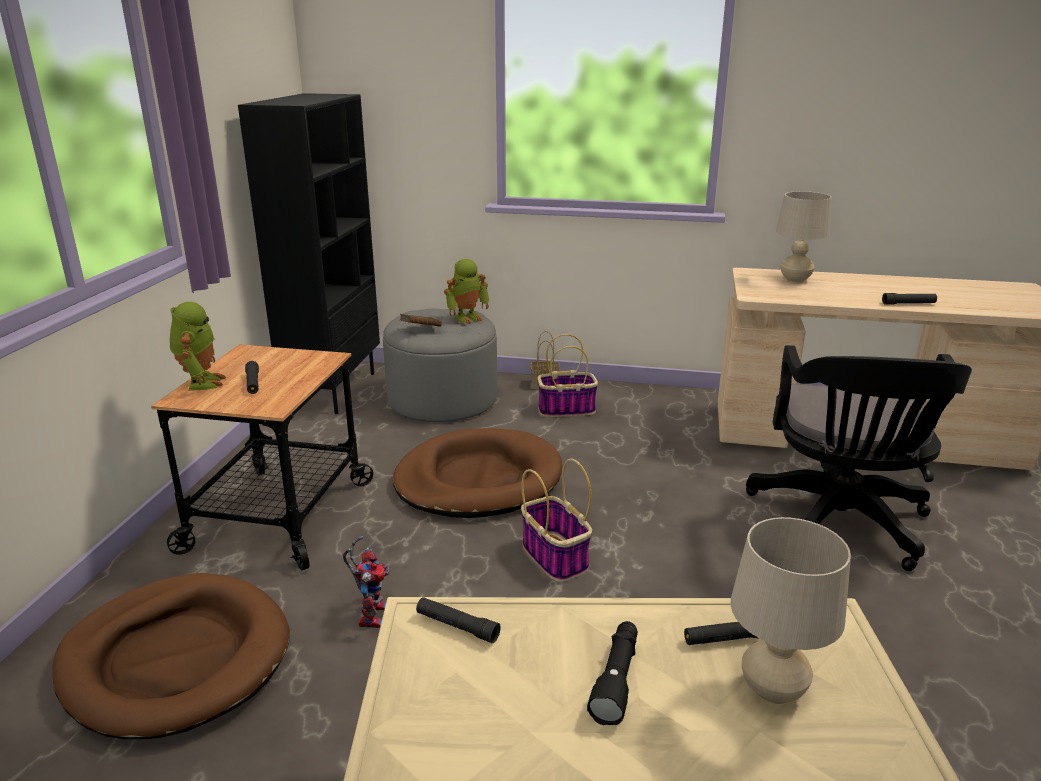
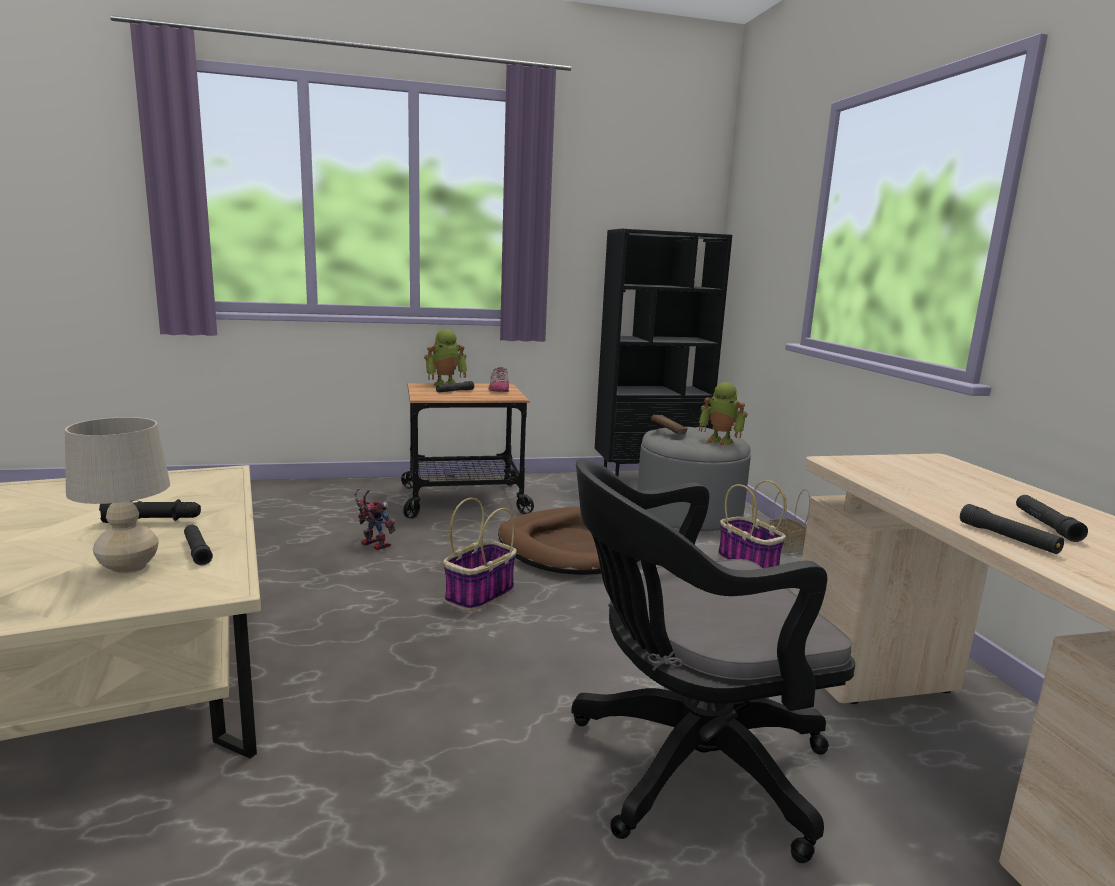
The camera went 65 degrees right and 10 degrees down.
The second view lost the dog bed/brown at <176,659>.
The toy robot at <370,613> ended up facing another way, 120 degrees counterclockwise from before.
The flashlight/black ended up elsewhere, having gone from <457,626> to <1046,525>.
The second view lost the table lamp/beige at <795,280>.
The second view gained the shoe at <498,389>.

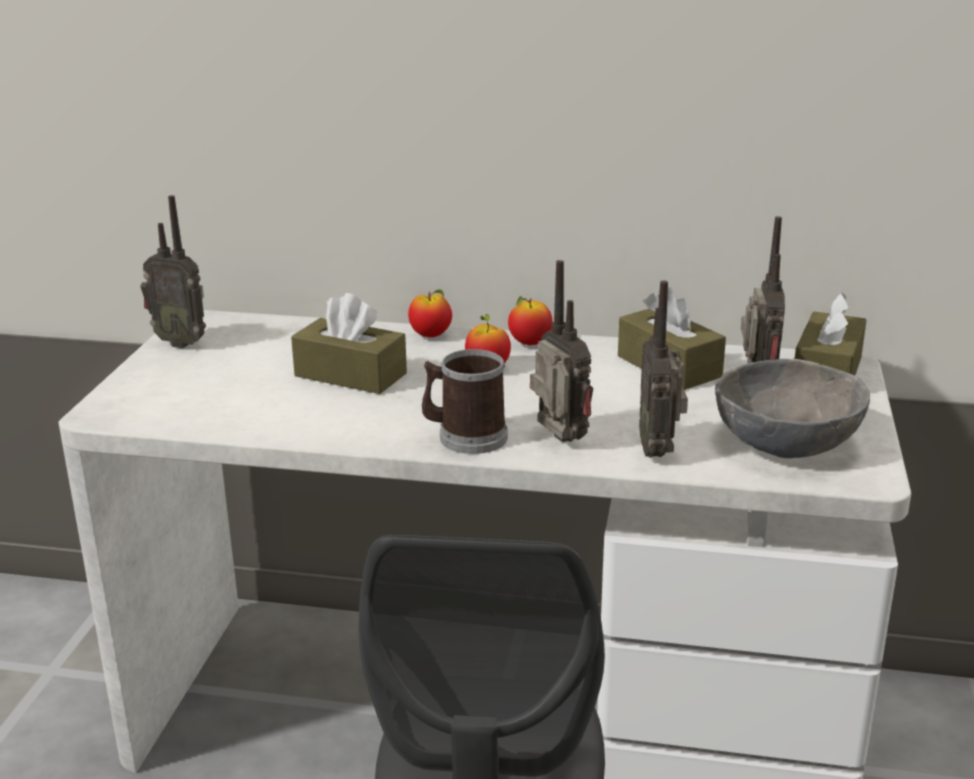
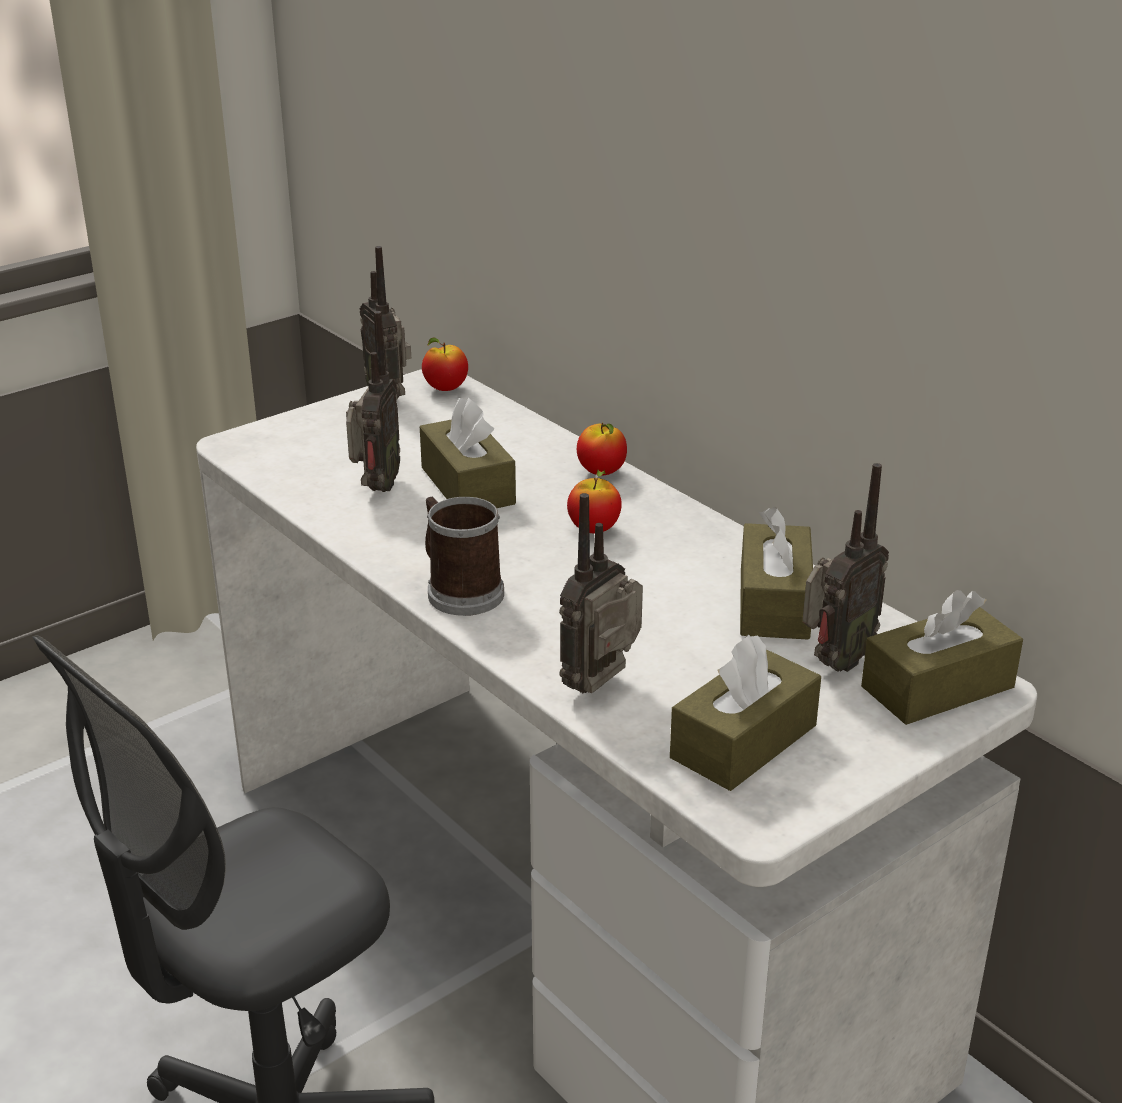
The camera went 40 degrees right and 5 degrees up.
The apple ended up elsewhere, having gone from <530,343> to <445,389>.
The radio ended up elsewhere, having gone from <558,441> to <375,488>.
Where the bowl/grey stood at <787,442>, the tissue box/brown came to stand at <743,742>.

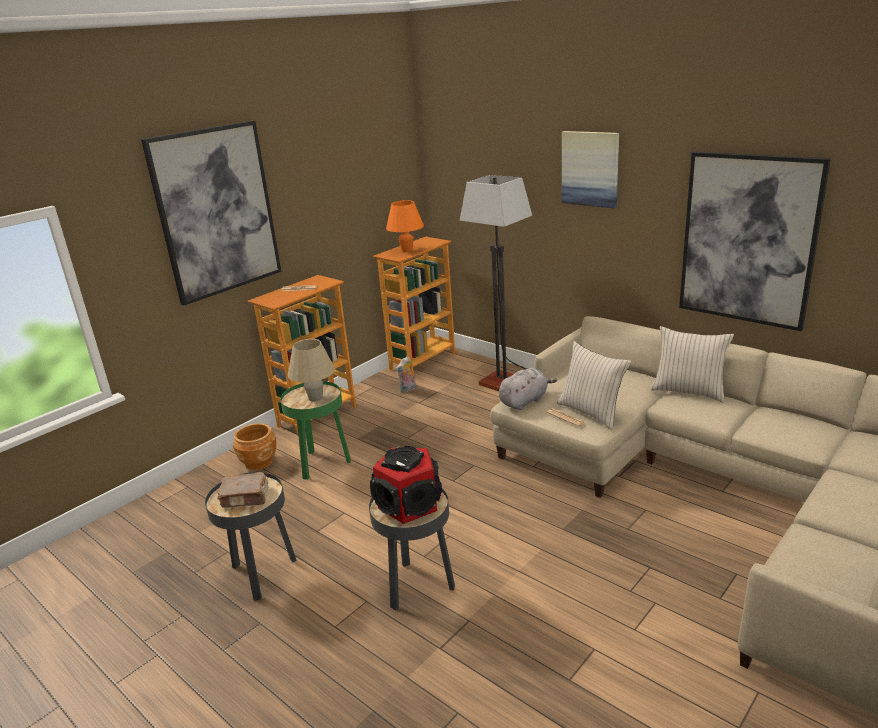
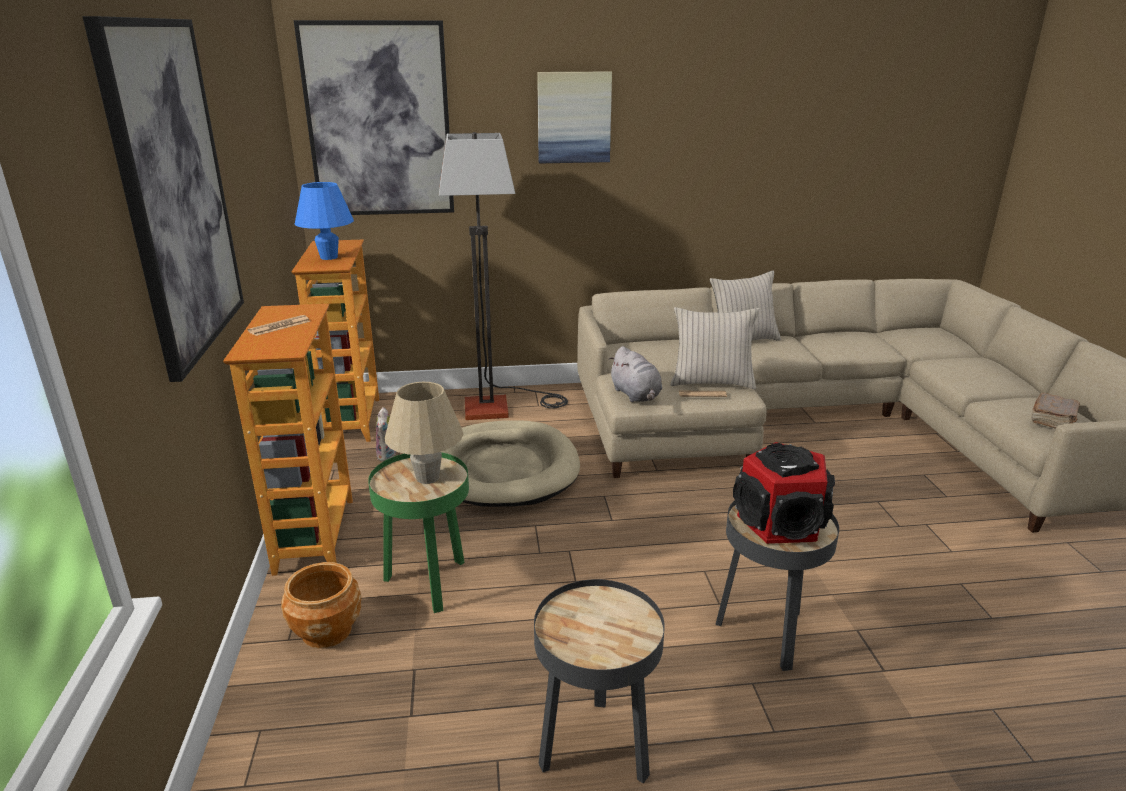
The camera went 50 degrees left and 0 degrees up.
The book/brown ended up elsewhere, having gone from <246,498> to <1053,420>.
What was the table lamp/orange at <407,250> turned into the table lamp/blue at <329,257>.
The plush toy/grey at <524,401> ended up facing another way, 150 degrees clockwise from before.
The picture ended up elsewhere, having gone from <748,239> to <379,121>.
The second view gained the dog bed/beige at <504,469>.

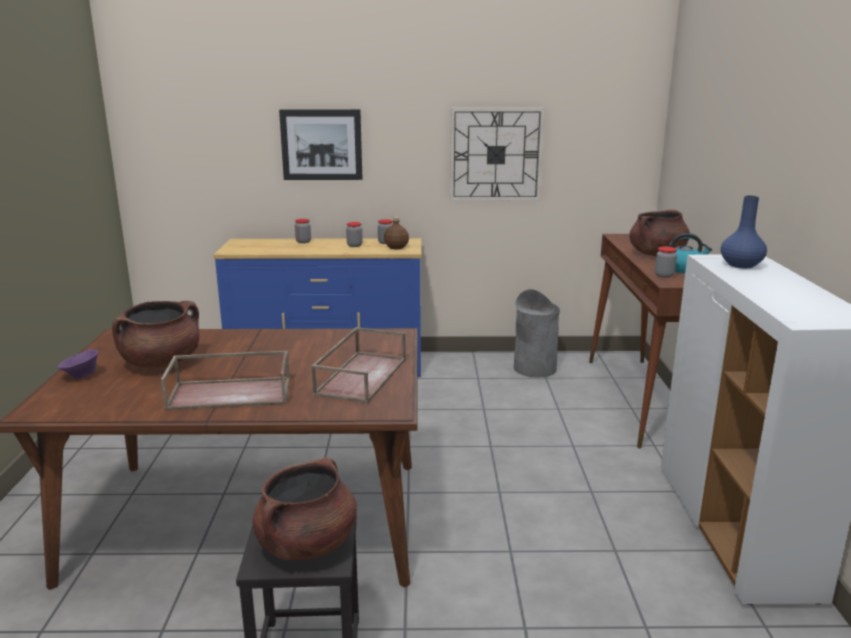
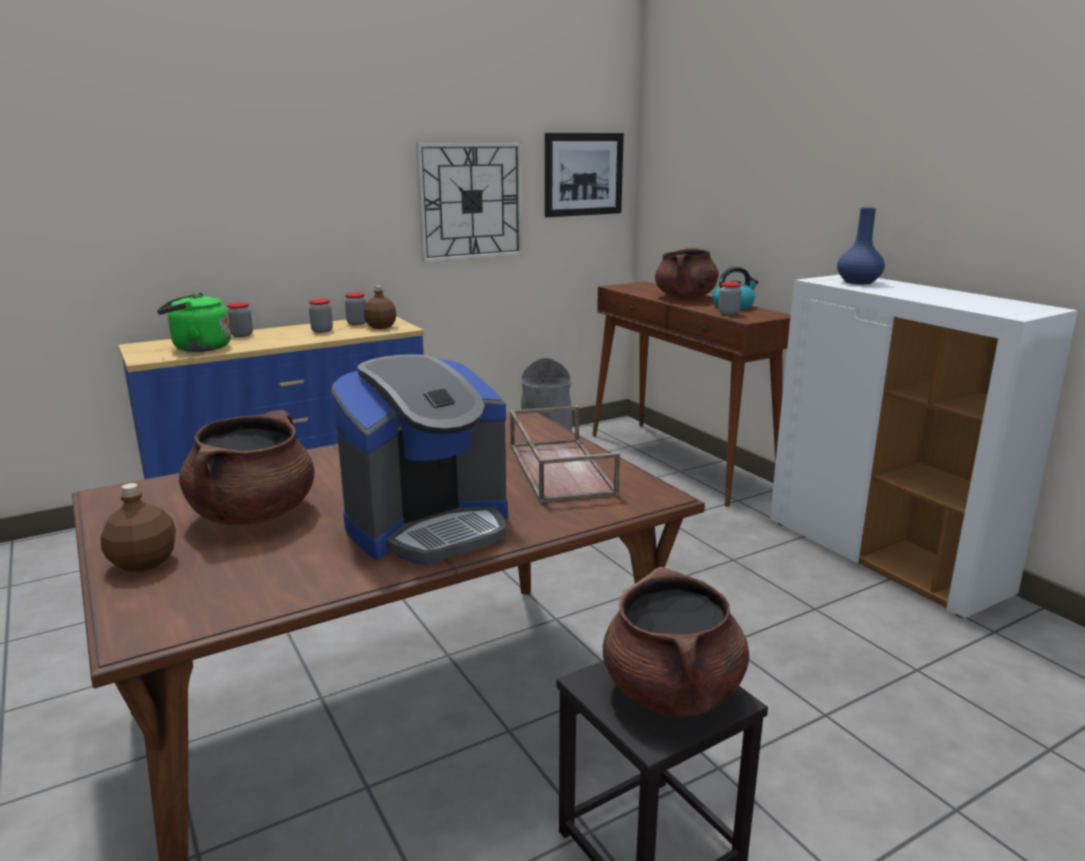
The camera went 30 degrees left and 0 degrees up.
Where the bowl/purple stood at <81,376>, the bottle/brown came to stand at <145,562>.
Where the tray/brown stood at <231,393>, the coffee machine came to stand at <429,526>.
The picture ended up elsewhere, having gone from <321,145> to <583,174>.
The second view gained the kettle/green at <198,348>.

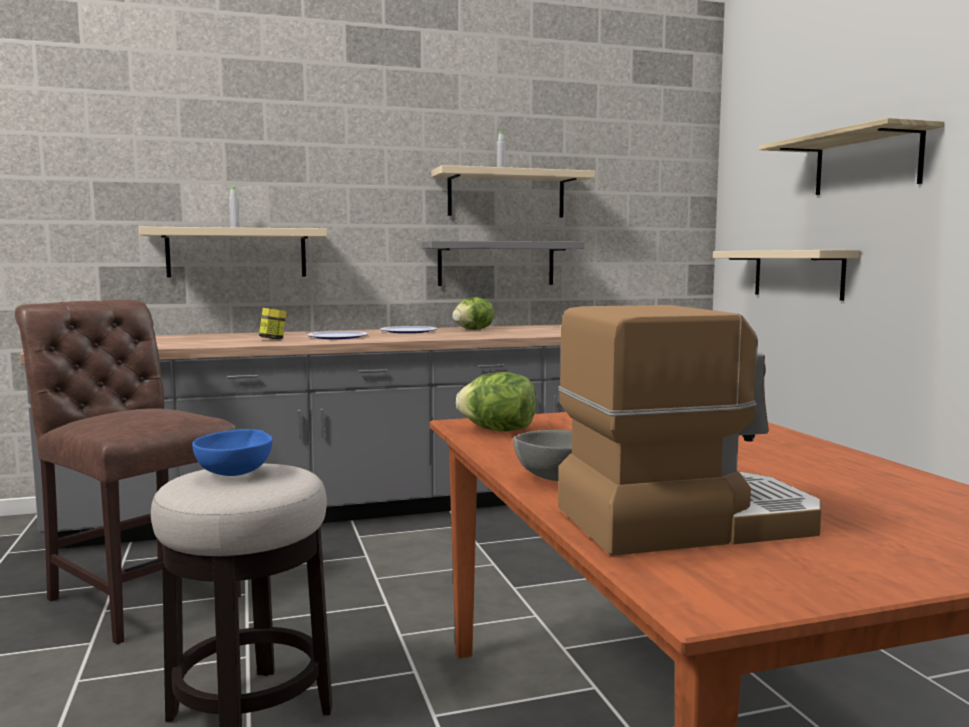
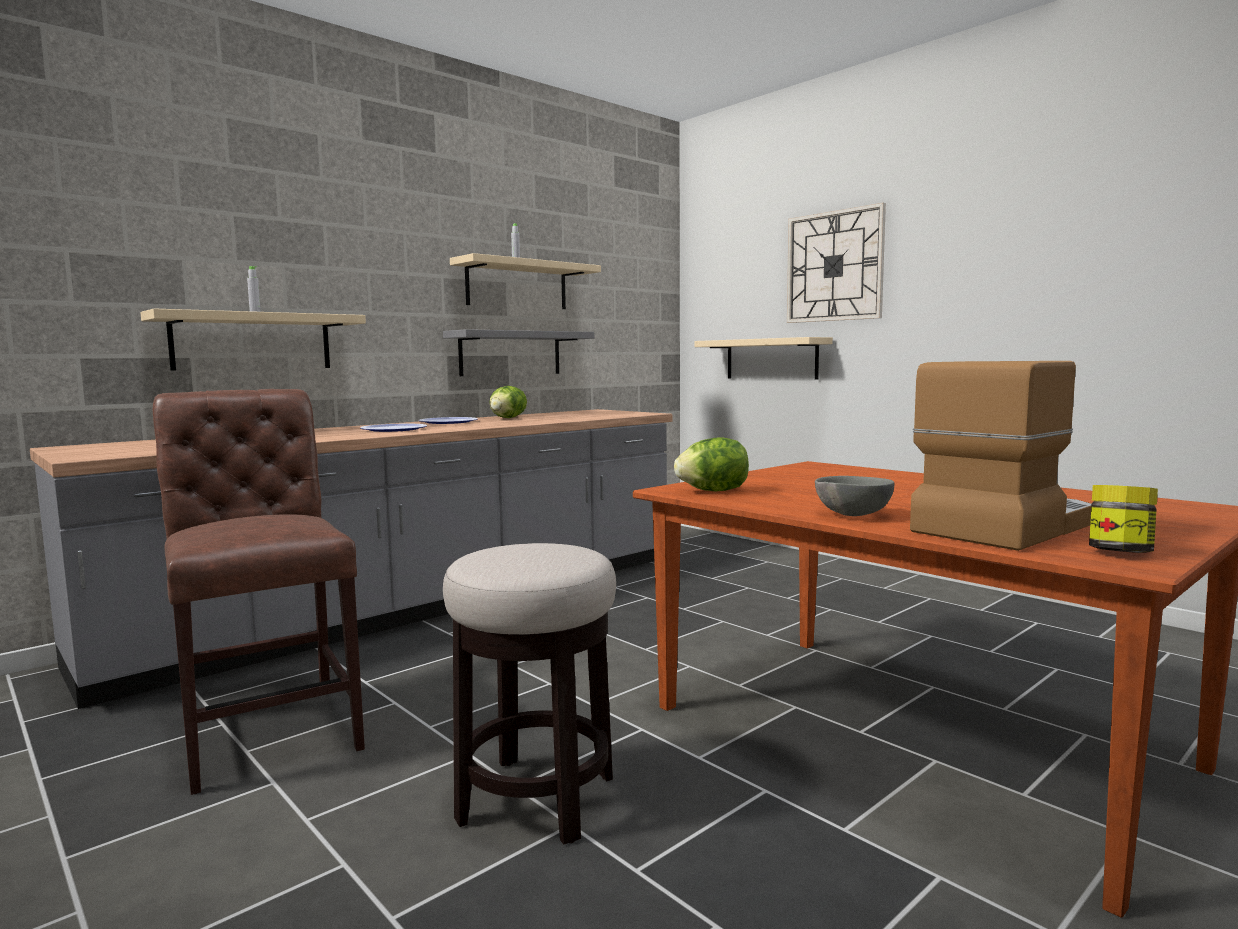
The camera went 25 degrees left and 0 degrees up.
The chair/brown at <139,594> ended up facing another way, 45 degrees clockwise from before.
The second view lost the bowl/blue at <236,473>.
The jar ended up elsewhere, having gone from <273,339> to <1120,552>.
Where the shelf hung at <866,162>, the wall clock came to hang at <834,266>.

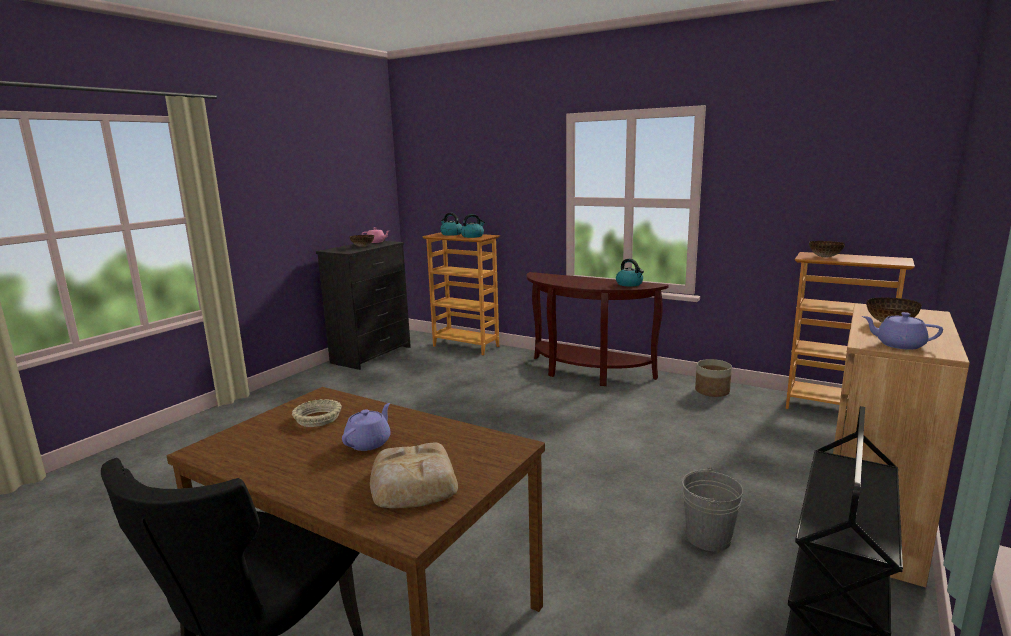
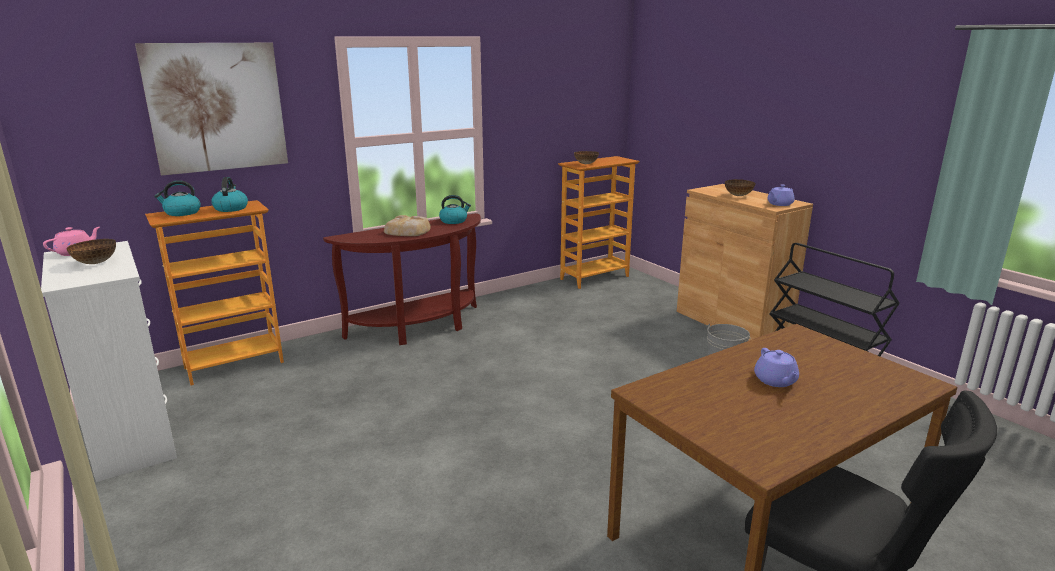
The camera went 65 degrees left and 5 degrees up.
The second view lost the bowl/beige at <318,418>.
What was the dresser/black at <372,355> turned into the dresser/white at <133,437>.
The teapot/purple at <369,442> ended up facing another way, 150 degrees counterclockwise from before.
The bread ended up elsewhere, having gone from <413,484> to <408,231>.
The second view lost the planter at <712,391>.
The second view gained the picture at <217,107>.

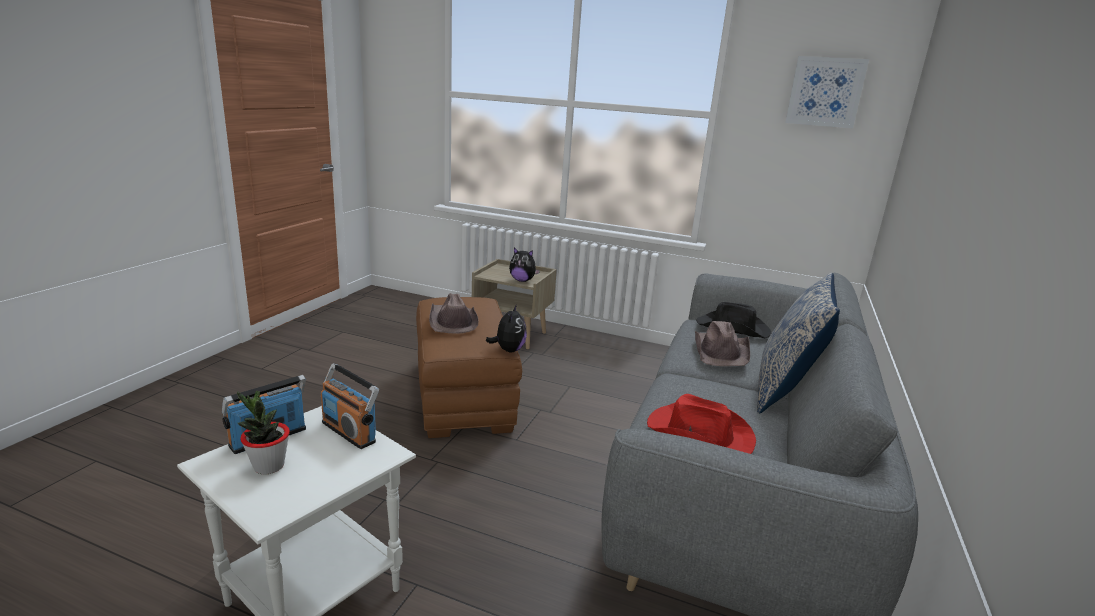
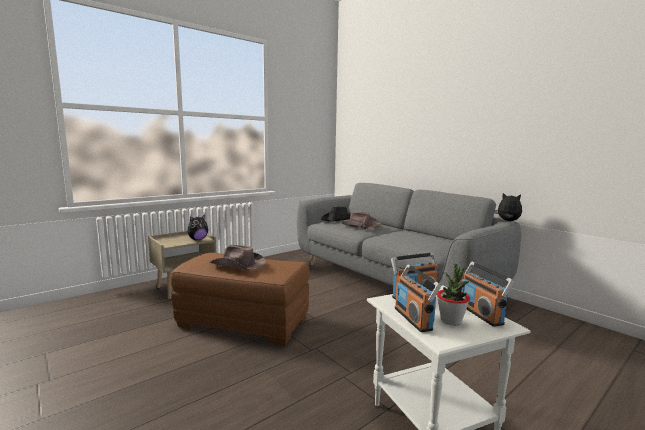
The camera went 60 degrees left and 10 degrees down.
The plush toy ended up elsewhere, having gone from <508,350> to <508,221>.
The second view lost the hat/red at <698,433>.
The second view lost the pillow at <785,391>.
The second view lost the picture at <825,92>.
The second view gained the radio at <480,314>.

